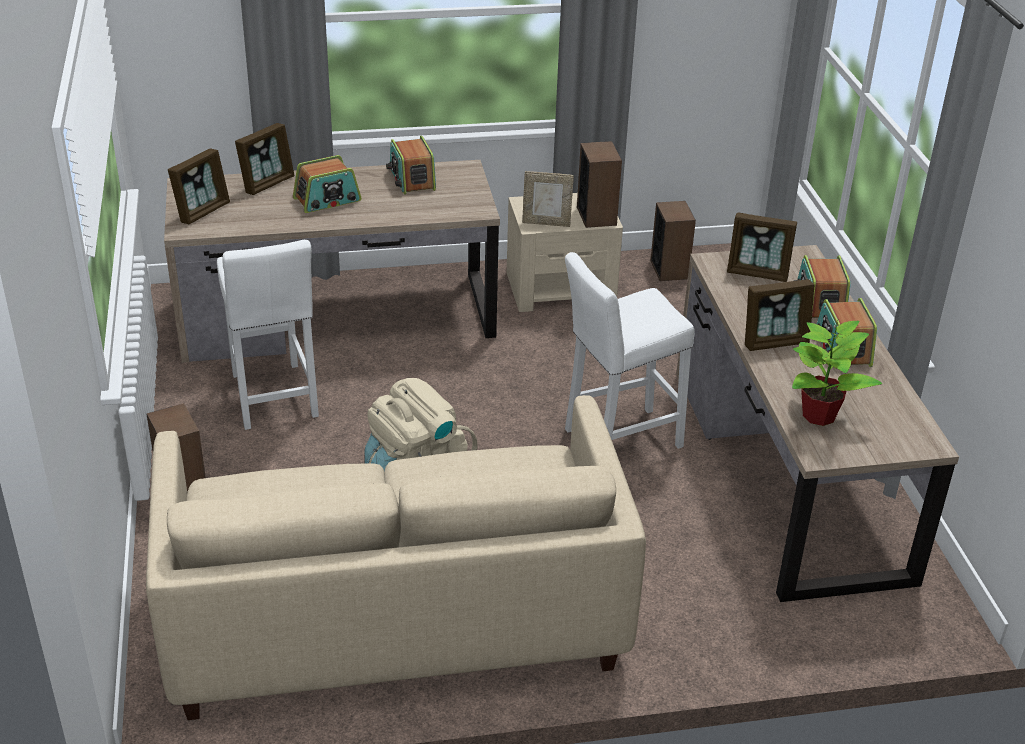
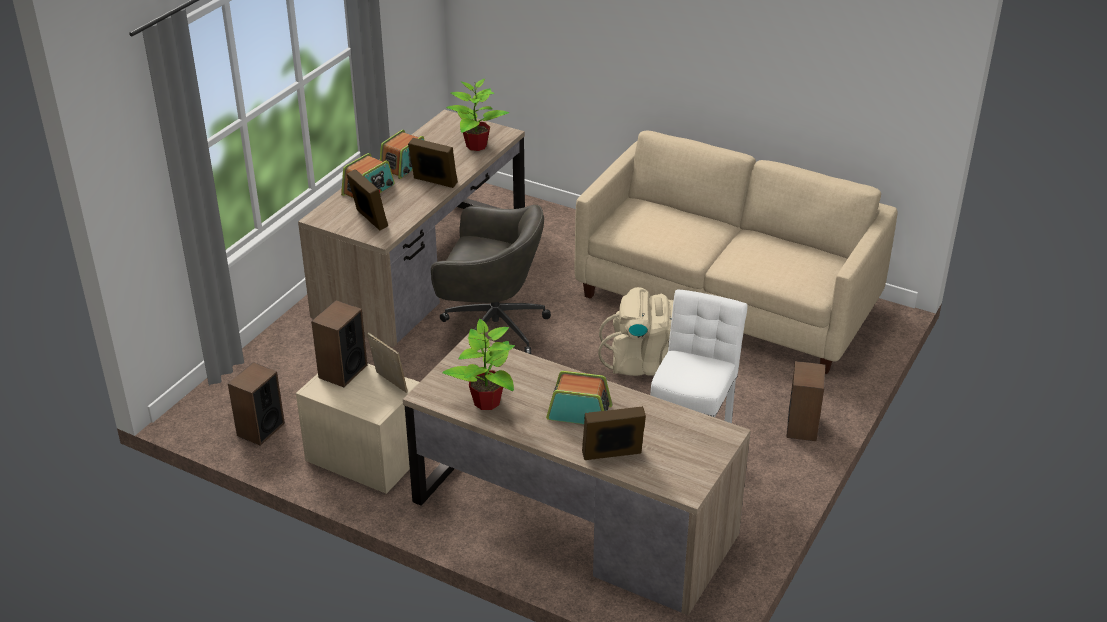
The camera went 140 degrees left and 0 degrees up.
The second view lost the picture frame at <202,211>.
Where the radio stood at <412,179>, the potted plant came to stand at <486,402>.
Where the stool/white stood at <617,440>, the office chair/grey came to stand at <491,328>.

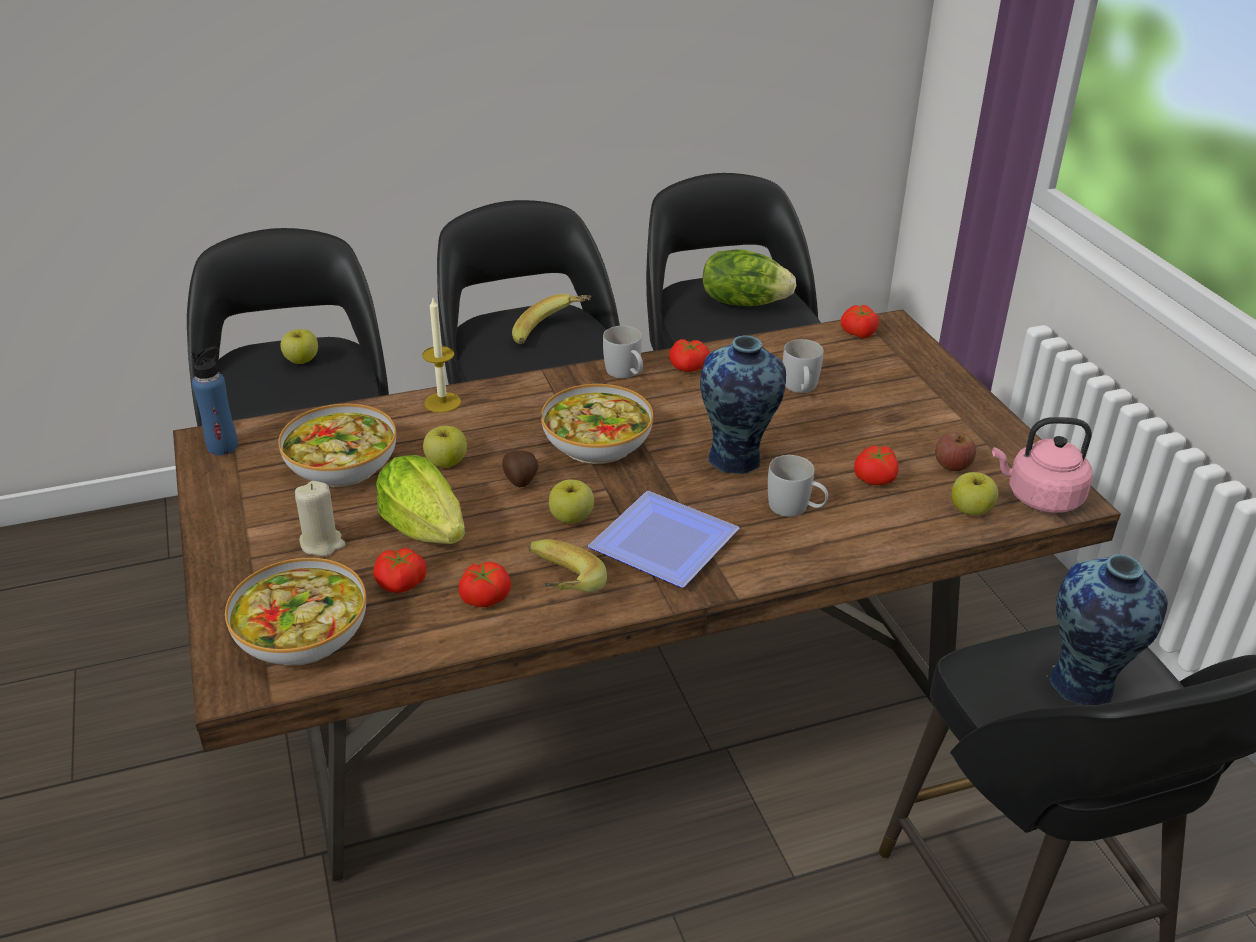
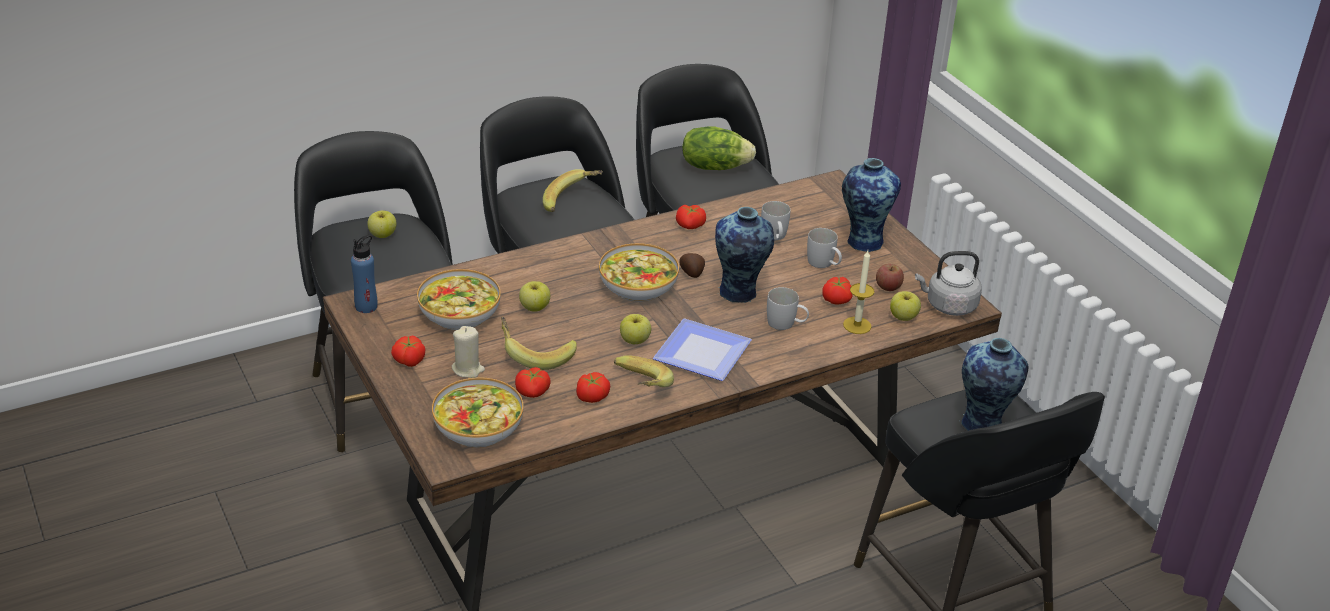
The camera went 10 degrees left and 0 degrees up.
Where the lettuce stood at <424,528>, the banana came to stand at <535,354>.
The candle ended up elsewhere, having gone from <442,402> to <857,325>.
The potato ended up elsewhere, having gone from <520,480> to <692,273>.
The mug/white ended up elsewhere, having gone from <626,374> to <824,264>.
The tomato ended up elsewhere, having gone from <858,333> to <409,360>.
What was the kettle/pink at <1039,497> turned into the kettle/grey at <948,305>.
The second view gained the vase at <863,241>.

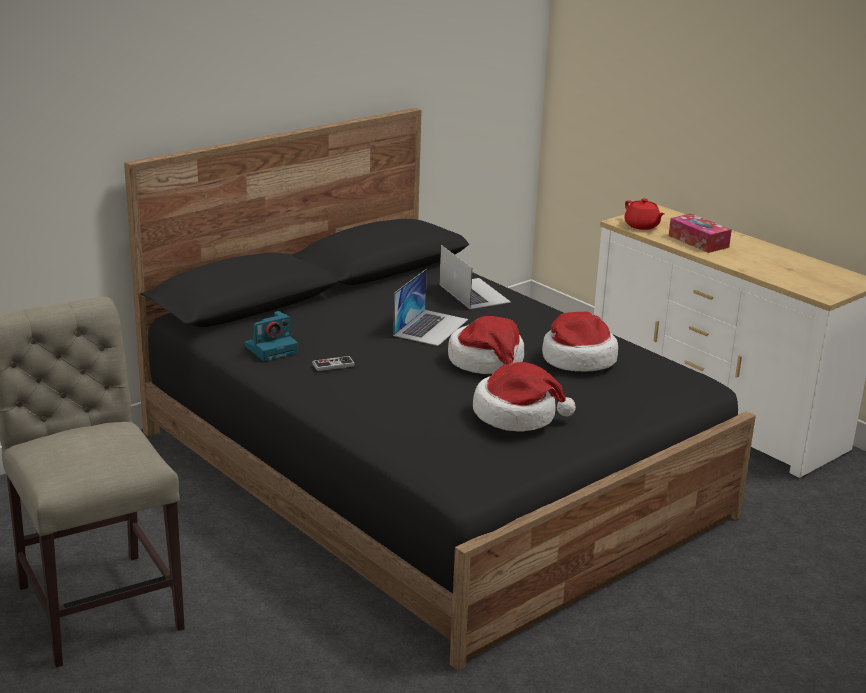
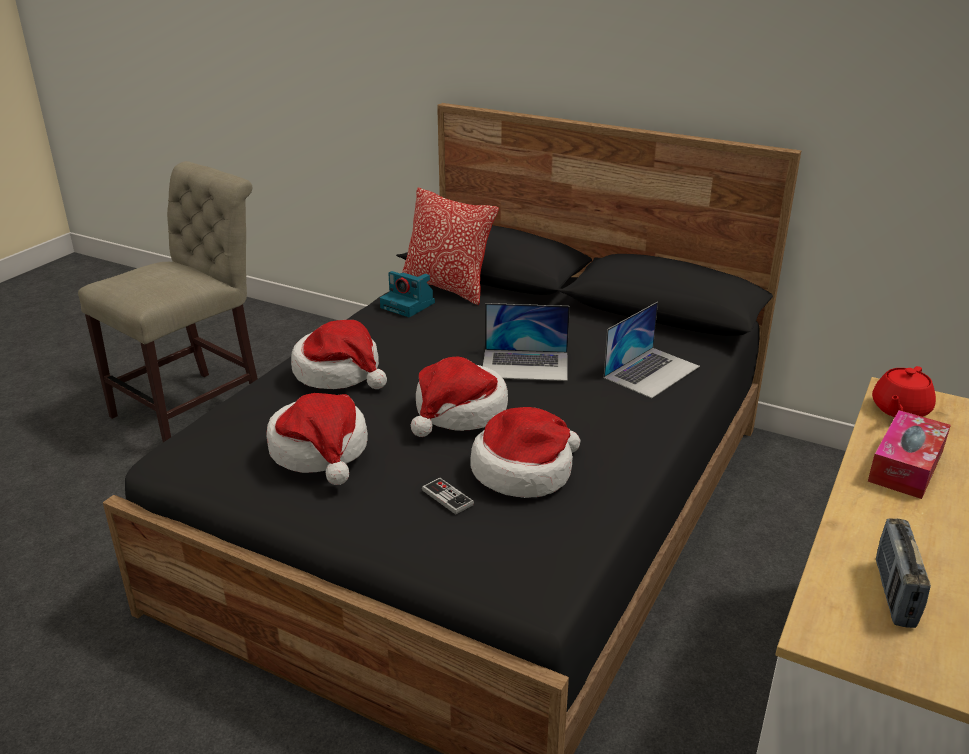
The camera went 70 degrees right and 5 degrees up.
The game controller ended up elsewhere, having gone from <333,365> to <447,497>.
The second view gained the hat at <339,372>.
The second view gained the pillow at <447,287>.
The second view gained the radio at <894,594>.

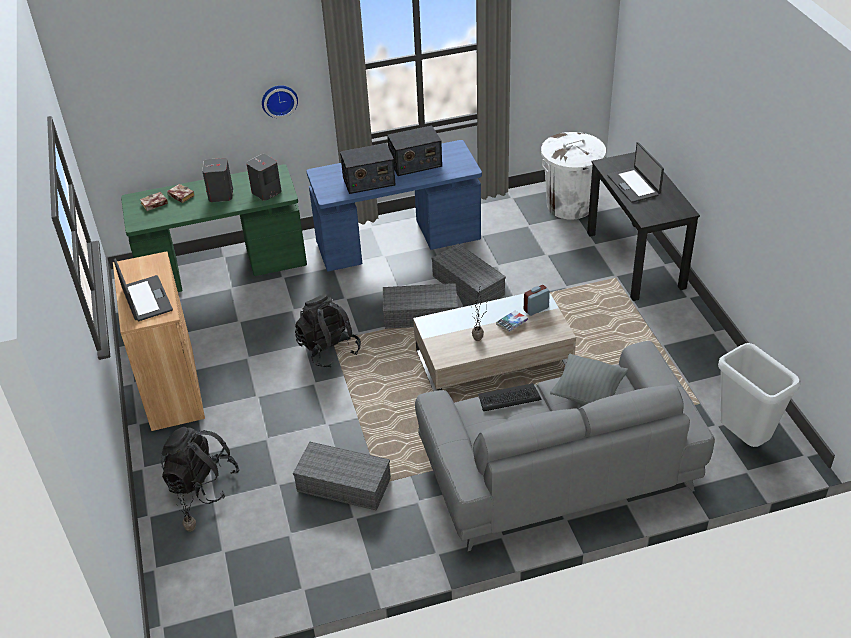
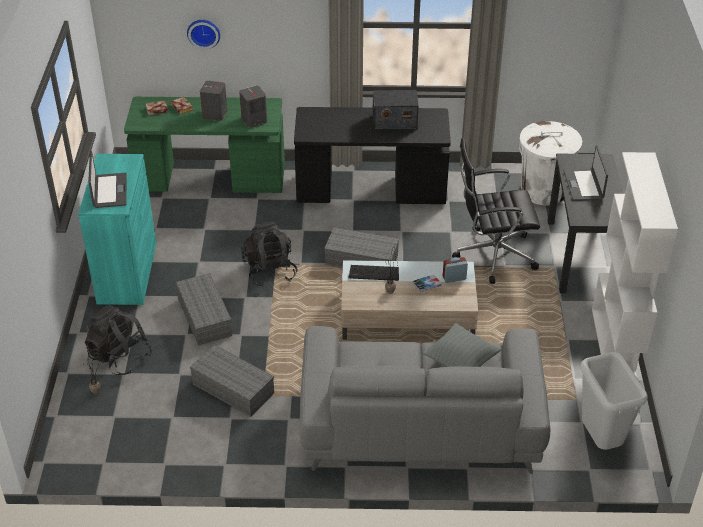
The camera went 15 degrees right and 0 degrees up.
What was the cabinet/brown at <172,388> turned into the cabinet/turquoise at <127,273>.
The wall clock ended up elsewhere, having gone from <279,100> to <204,32>.
What was the desk/blue at <398,242> turned into the desk/black at <371,190>.
The second view lost the radio at <368,181>.
The storage box/grey ended up elsewhere, having gone from <467,285> to <203,316>.
The keyboard ended up elsewhere, having gone from <509,398> to <374,273>.
The second view gained the office chair/black at <492,255>.
The second view gained the bookcase/white at <615,347>.

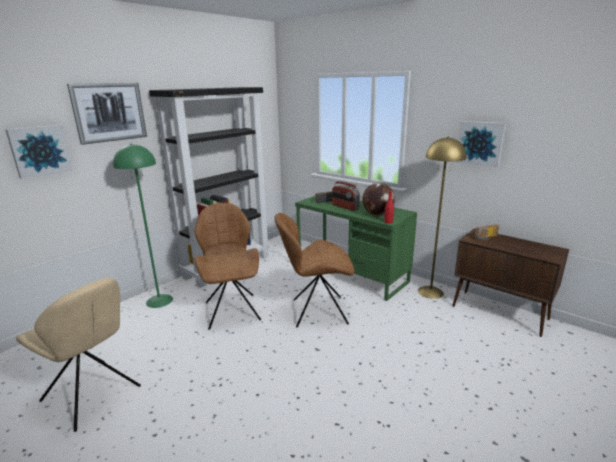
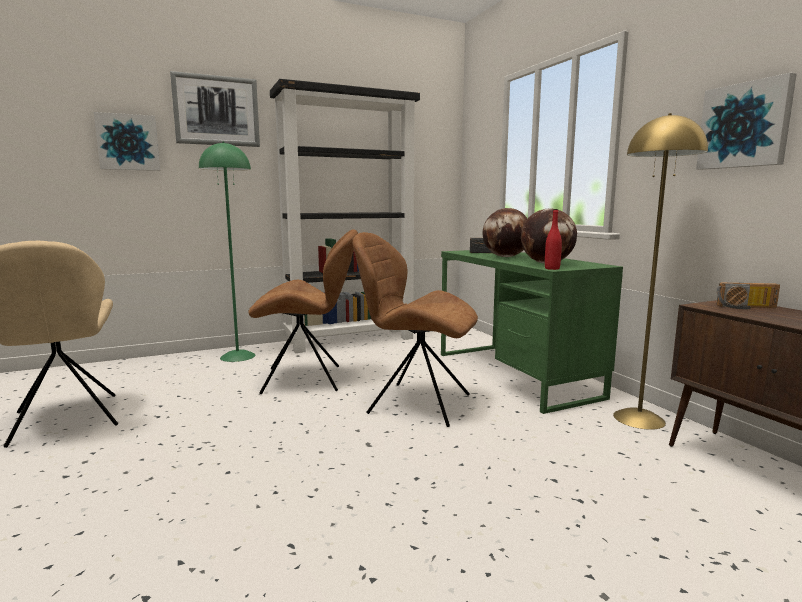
The camera went 25 degrees right and 10 degrees down.
The chair/brown at <232,310> ended up facing another way, 75 degrees clockwise from before.
Where the radio stood at <345,207>, the globe came to stand at <506,257>.

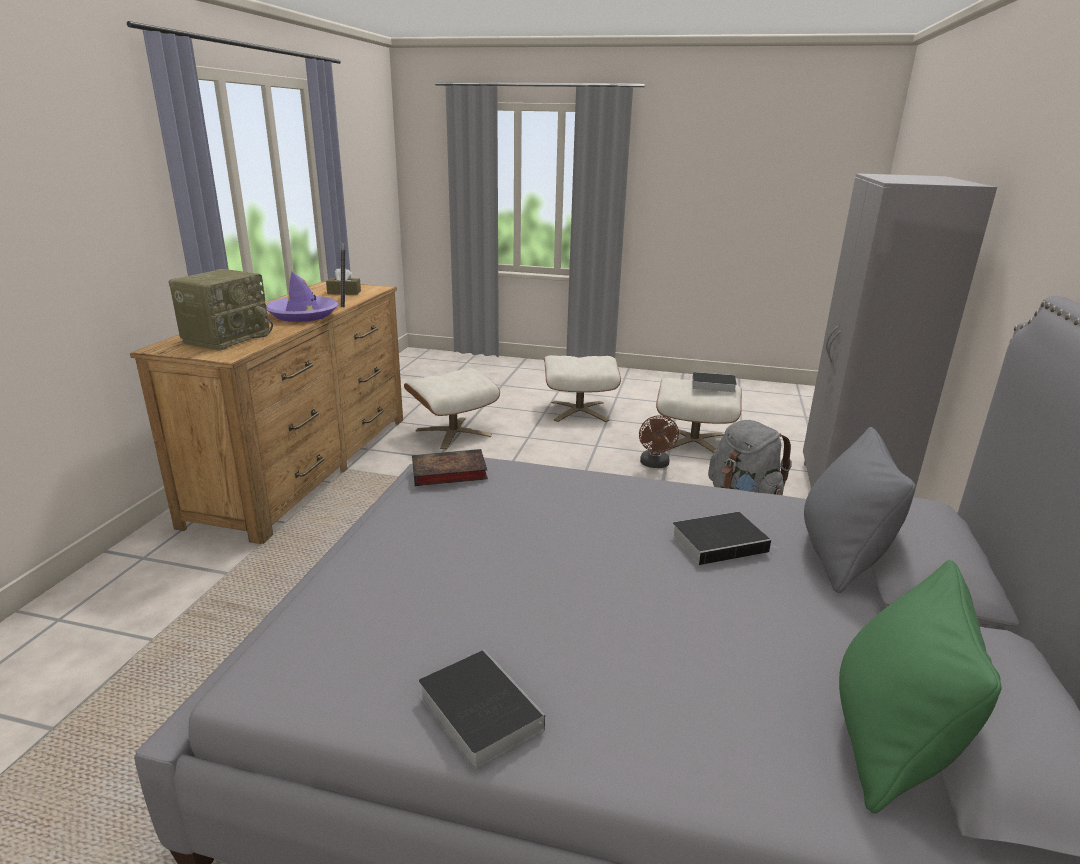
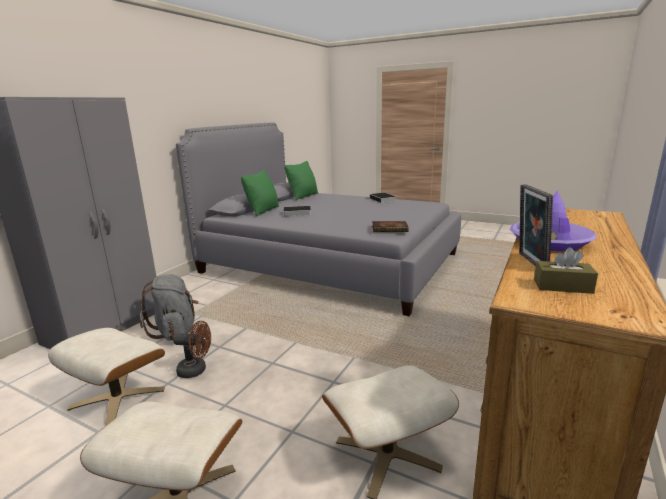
The camera went 165 degrees left and 5 degrees down.
The second view lost the radio at <227,338>.
The fan/brown at <655,465> ended up facing another way, 75 degrees clockwise from before.
The second view lost the book at <711,385>.
What was the pillow/grey at <840,557> turned into the pillow/green at <263,211>.

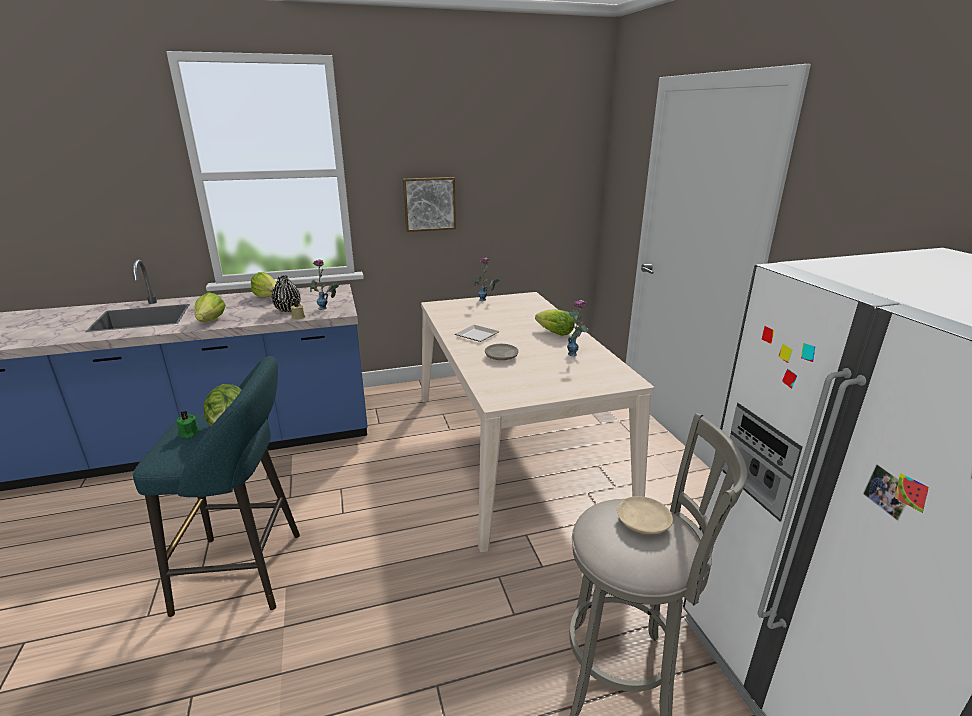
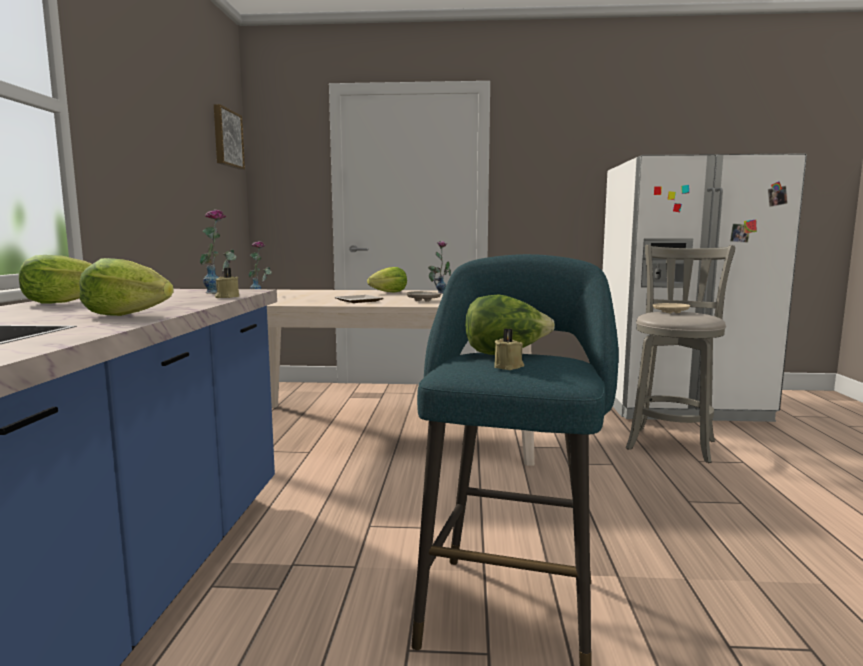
The camera went 70 degrees left and 15 degrees down.
What was the candle/green at <188,433> turned into the candle/beige at <509,367>.
The second view lost the vase/black at <288,309>.
The picture ended up elsewhere, having gone from <429,204> to <226,138>.

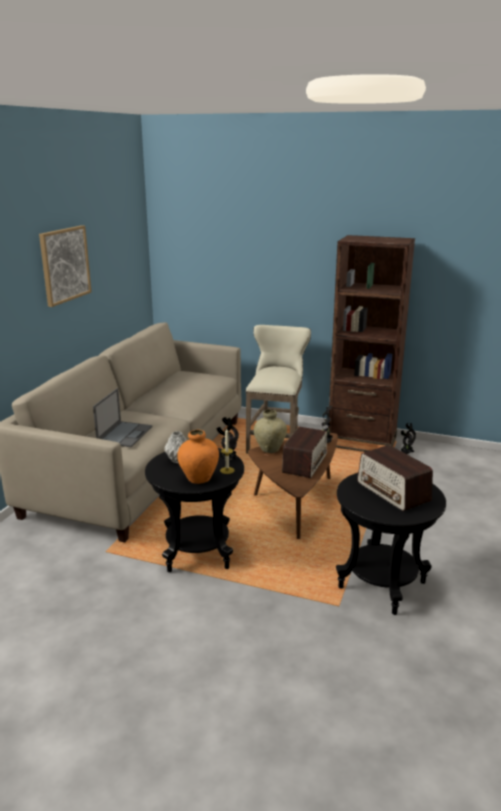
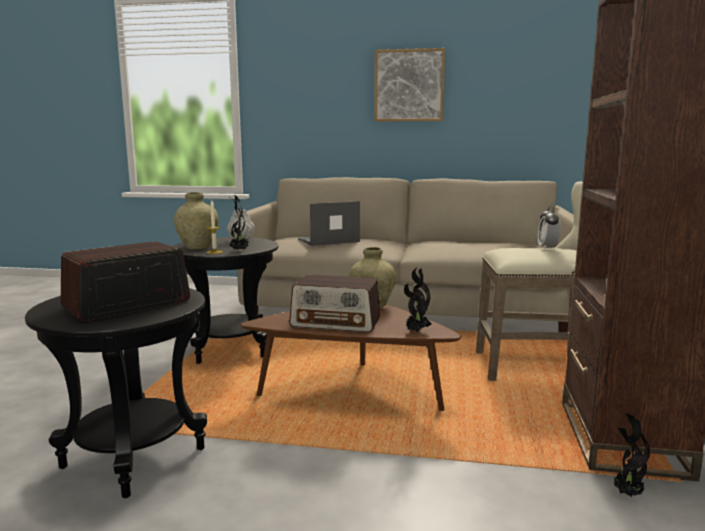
The camera went 80 degrees right and 10 degrees down.
The laptop at <125,434> ended up facing another way, 150 degrees clockwise from before.
What was the vase/orange at <199,478> turned into the vase/beige at <198,247>.
The second view gained the alarm clock at <547,248>.

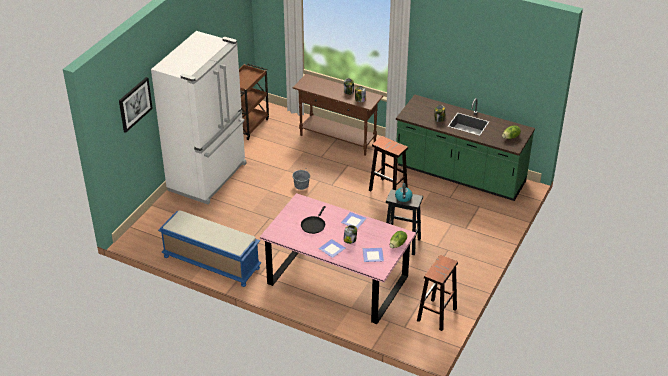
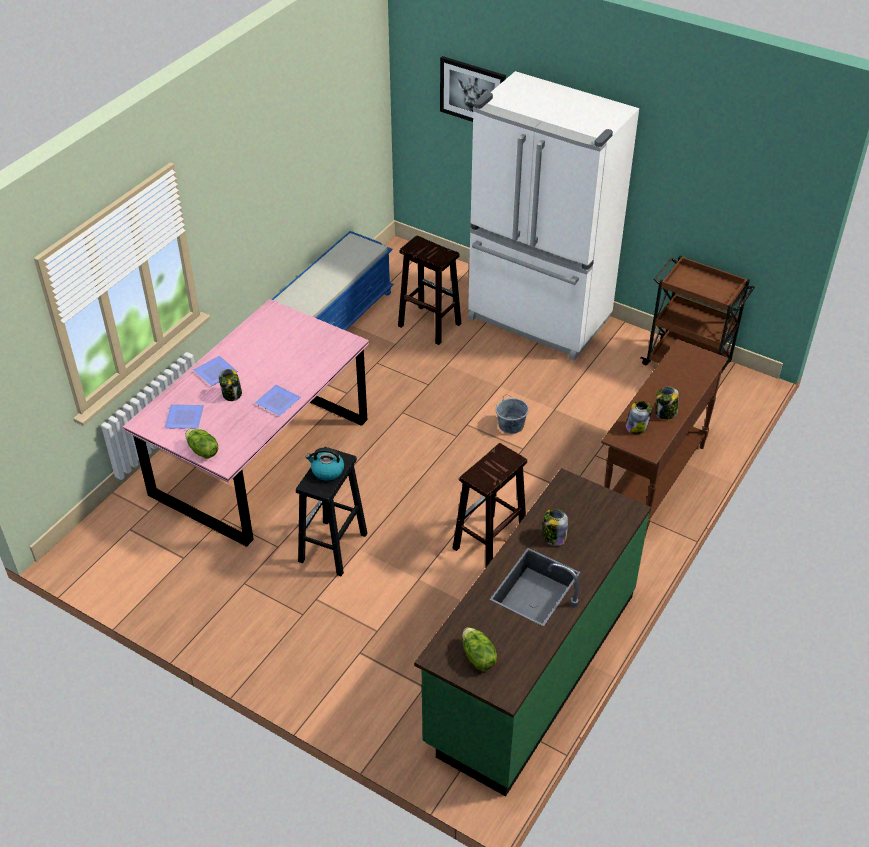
The camera went 95 degrees right and 5 degrees up.
The second view lost the frying pan/black at <313,225>.
The stool/brown ended up elsewhere, having gone from <436,315> to <428,325>.

